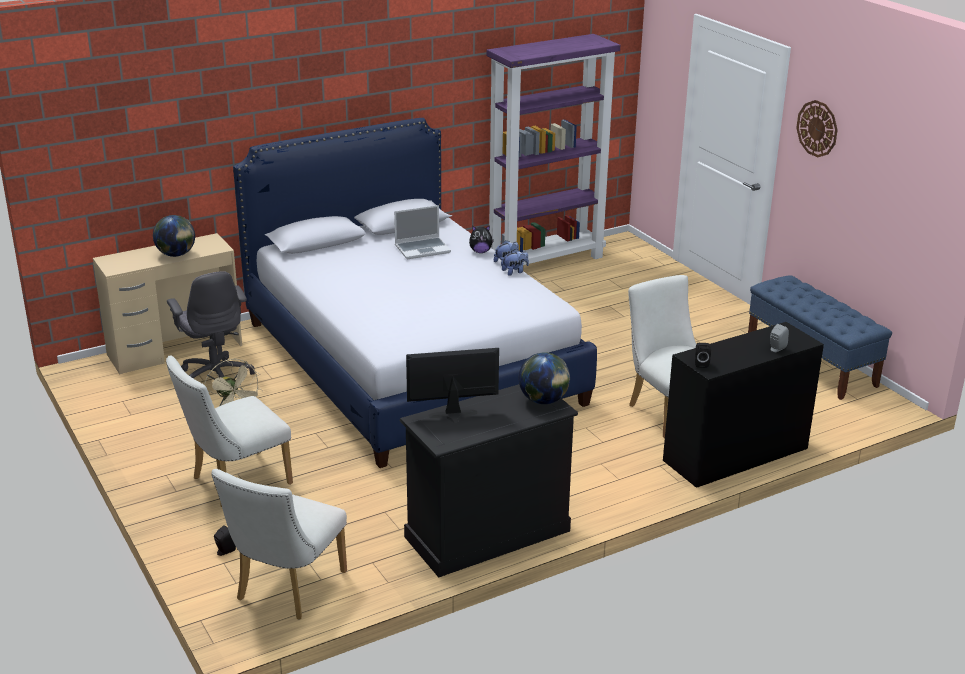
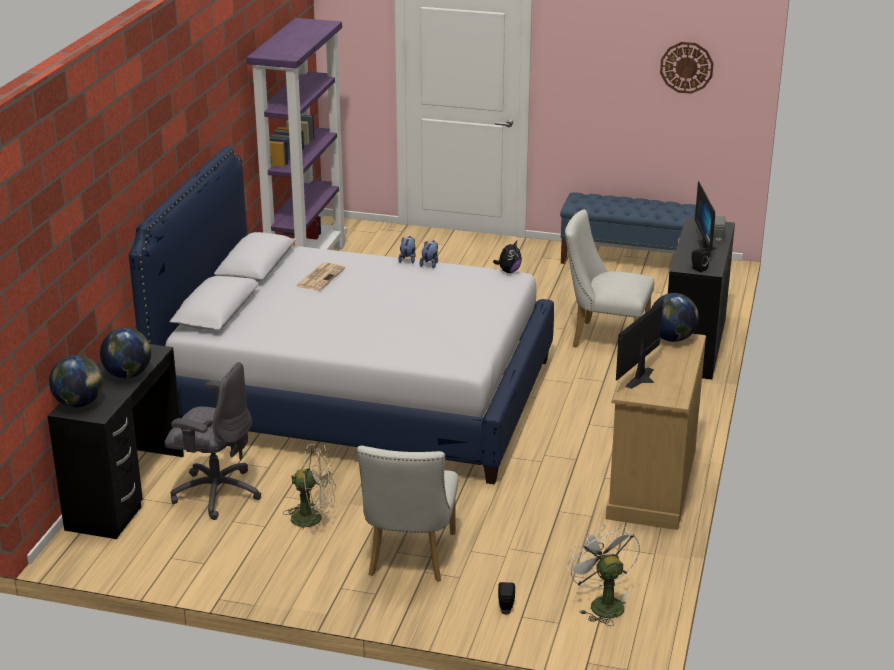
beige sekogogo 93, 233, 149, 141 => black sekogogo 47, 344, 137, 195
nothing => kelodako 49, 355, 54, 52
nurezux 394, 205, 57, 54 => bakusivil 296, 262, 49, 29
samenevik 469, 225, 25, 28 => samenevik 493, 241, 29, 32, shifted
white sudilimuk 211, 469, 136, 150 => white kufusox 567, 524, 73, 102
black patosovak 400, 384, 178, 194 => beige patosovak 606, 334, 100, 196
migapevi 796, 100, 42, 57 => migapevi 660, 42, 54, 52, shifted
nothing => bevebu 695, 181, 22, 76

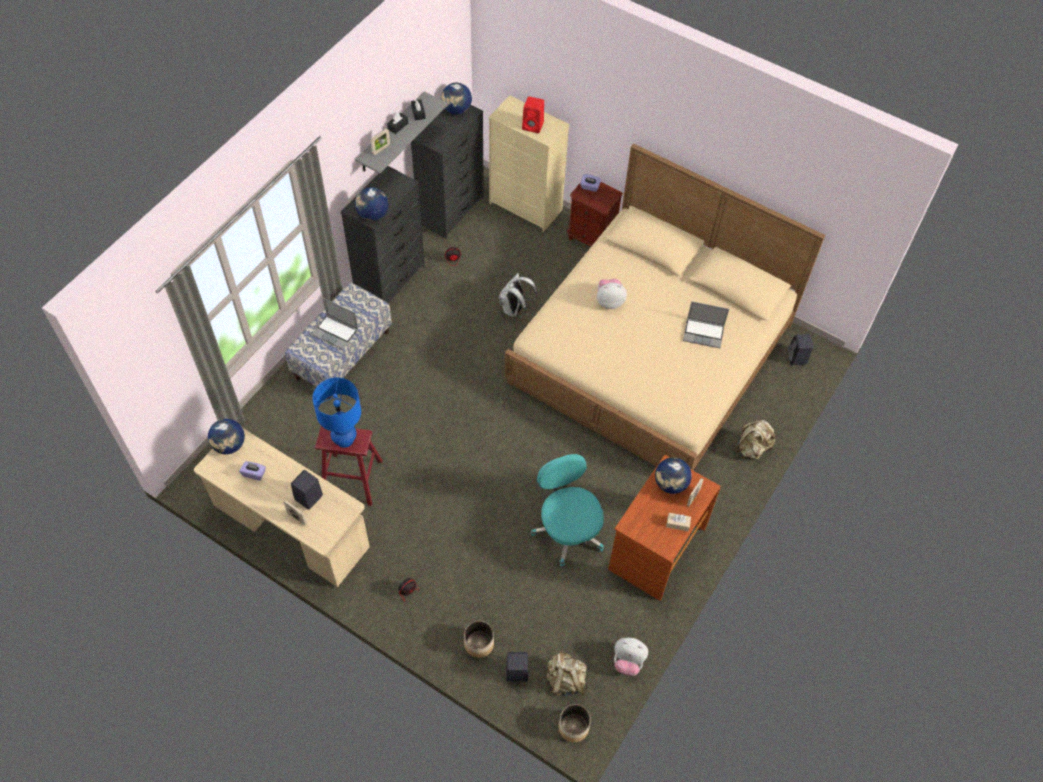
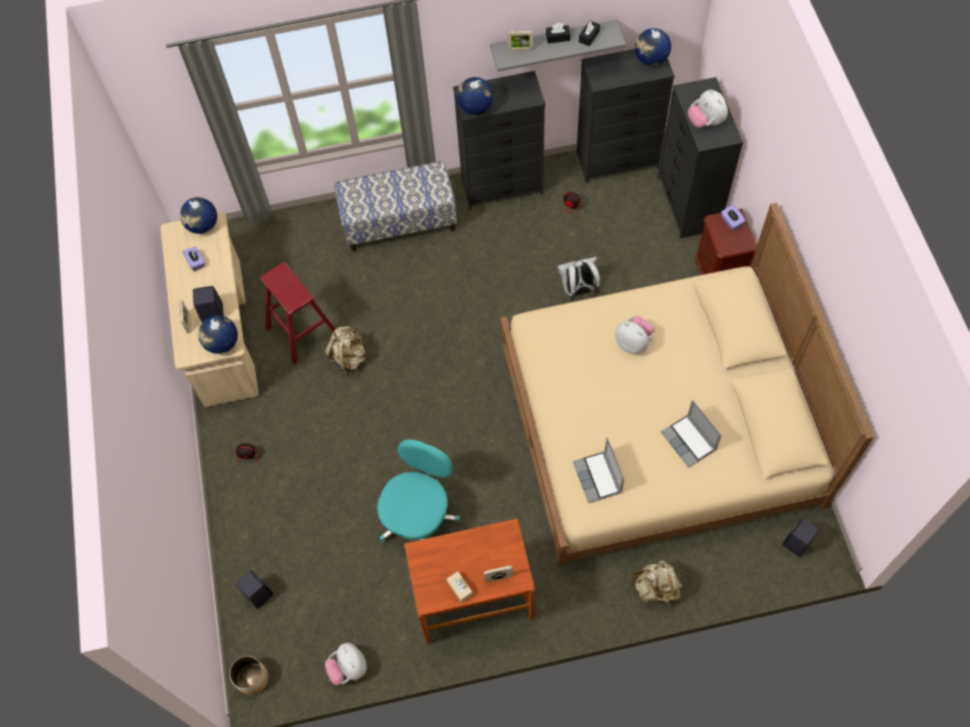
kelodako 655, 457, 37, 37 => kelodako 198, 315, 40, 39, shifted
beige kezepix 547, 651, 41, 45 => beige kezepix 325, 326, 41, 49, shifted
nurezux 312, 298, 47, 52 => nurezux 573, 438, 51, 65, shifted
beige patosovak 489, 95, 80, 137 => black patosovak 658, 77, 85, 161
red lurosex 522, 96, 22, 37 => samenevik 688, 89, 40, 39
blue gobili 312, 377, 49, 71 => nothing
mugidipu 464, 621, 30, 37 => nothing

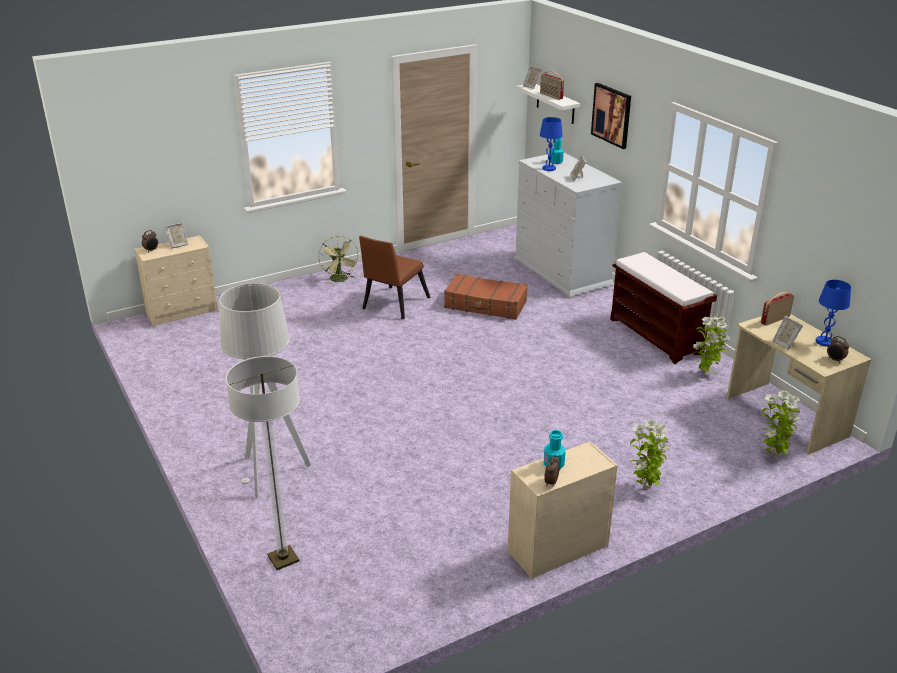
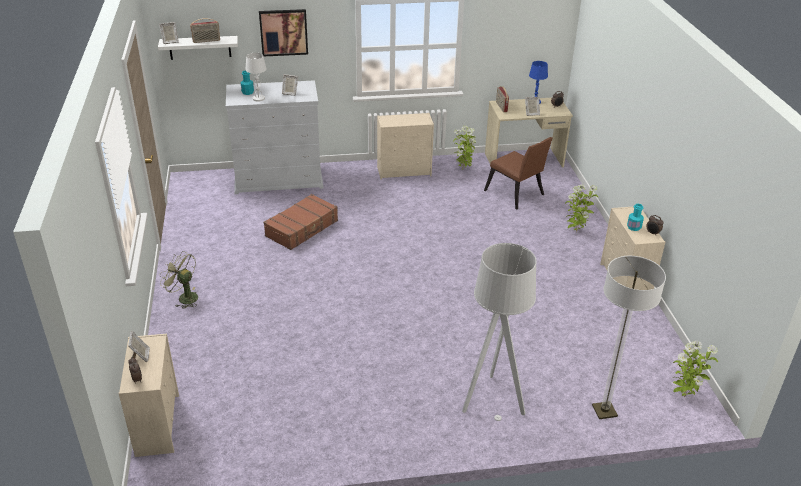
green kufusox 318, 236, 40, 47 => green kufusox 159, 251, 39, 58, 150 degrees counterclockwise
blue gobili 540, 117, 23, 54 => white gobili 246, 53, 21, 48
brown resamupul 610, 252, 107, 112 => beige patosovak 377, 113, 57, 66
brown sudilimuk 359, 236, 71, 83 => brown sudilimuk 484, 137, 69, 72, shifted
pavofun 760, 390, 40, 68 => pavofun 673, 341, 45, 56, shifted

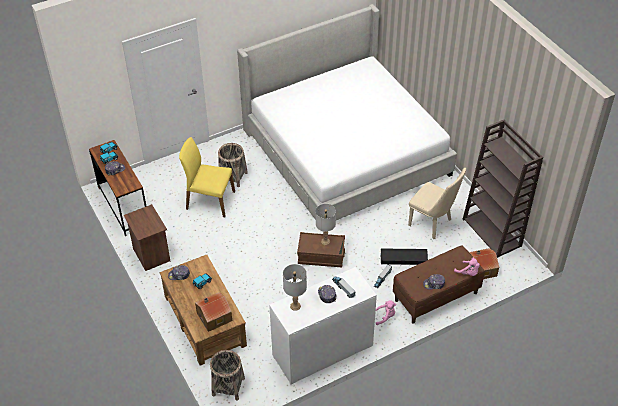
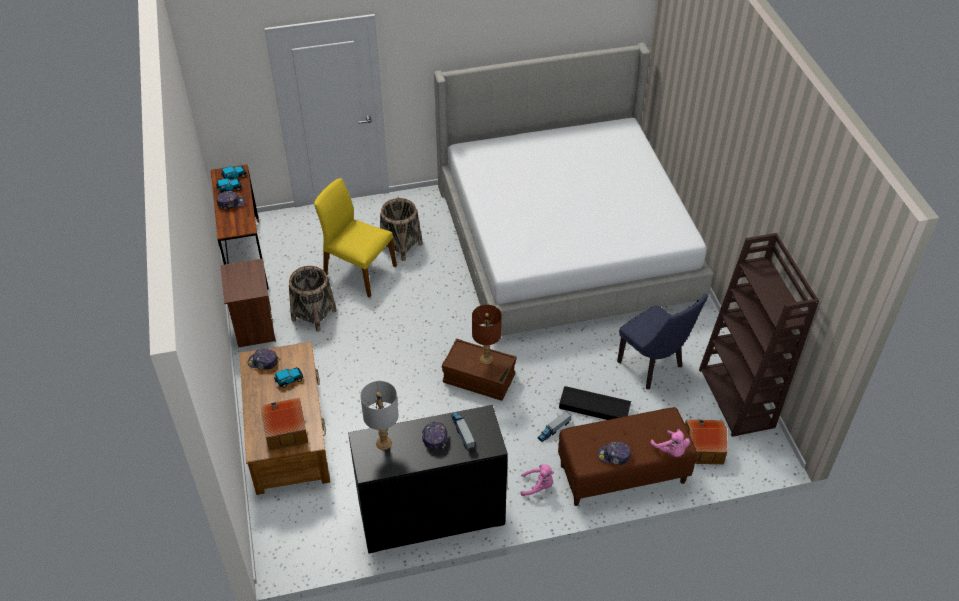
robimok 210, 350, 35, 51 => robimok 289, 266, 48, 66, shifted
white patosovak 269, 267, 108, 118 => black patosovak 348, 405, 160, 148
grey gobili 316, 204, 20, 41 => brown gobili 472, 305, 30, 60
beige sudilimuk 408, 168, 58, 71 => blue sudilimuk 617, 294, 91, 95

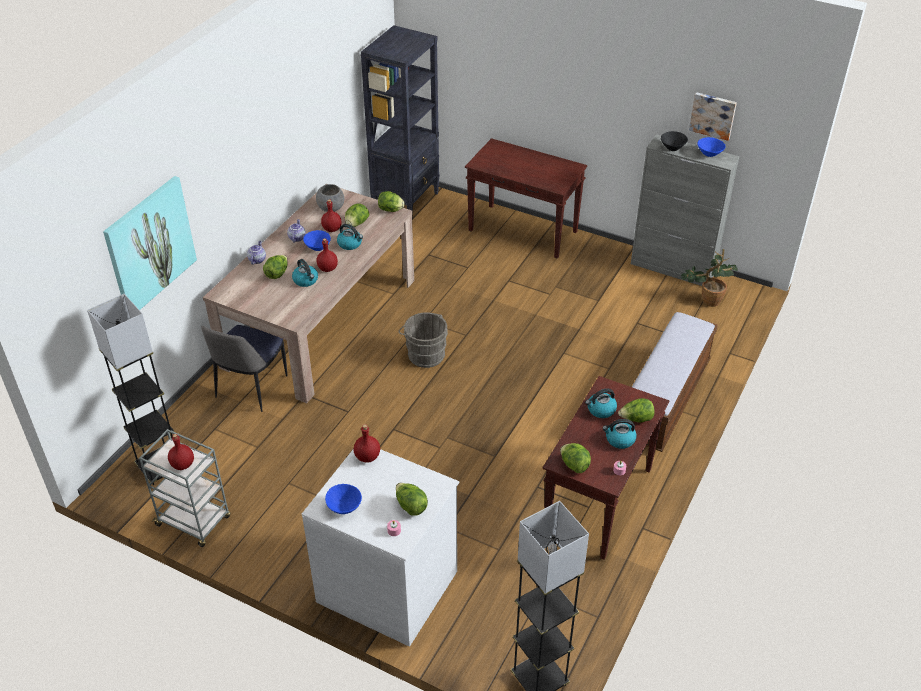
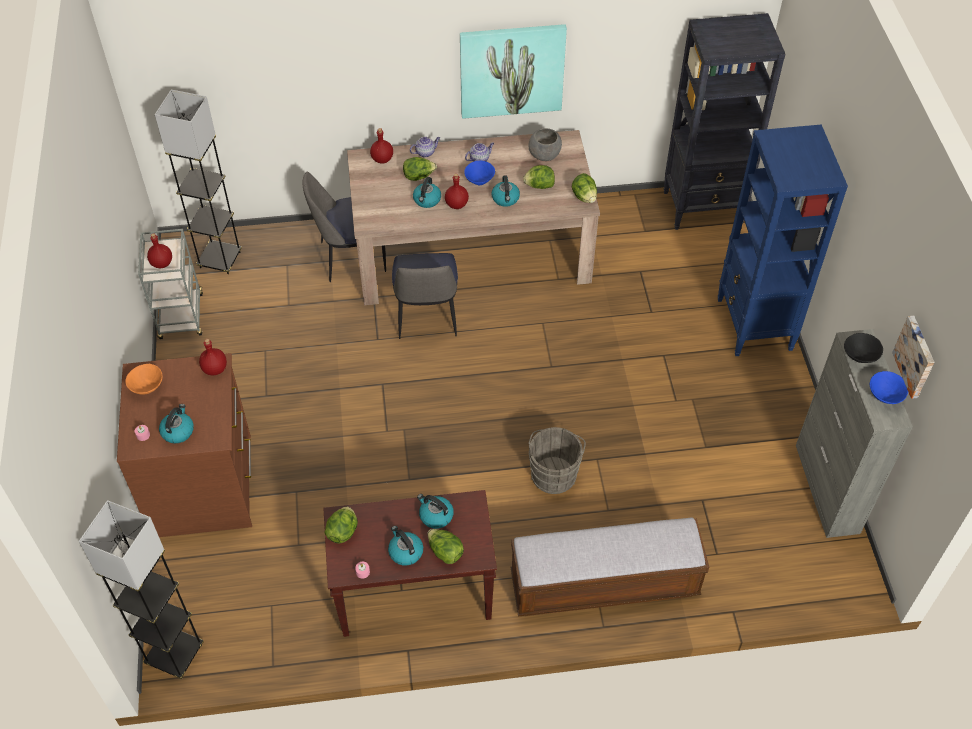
white patosovak 302, 449, 158, 198 => brown patosovak 117, 353, 135, 184
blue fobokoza 325, 484, 37, 30 => orange fobokoza 126, 364, 37, 31
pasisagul 396, 483, 32, 33 => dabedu 159, 404, 35, 39
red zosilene 321, 199, 21, 33 => red zosilene 370, 128, 23, 36, shifted
nothing => sudilimuk 392, 253, 66, 86
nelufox 103, 176, 94, 134 => nelufox 460, 24, 107, 95, shifted
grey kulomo 398, 312, 50, 56 => grey kulomo 529, 427, 57, 67, shifted
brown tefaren 465, 138, 122, 120 => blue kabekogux 718, 125, 130, 231
pavofun 681, 249, 57, 58 => nothing

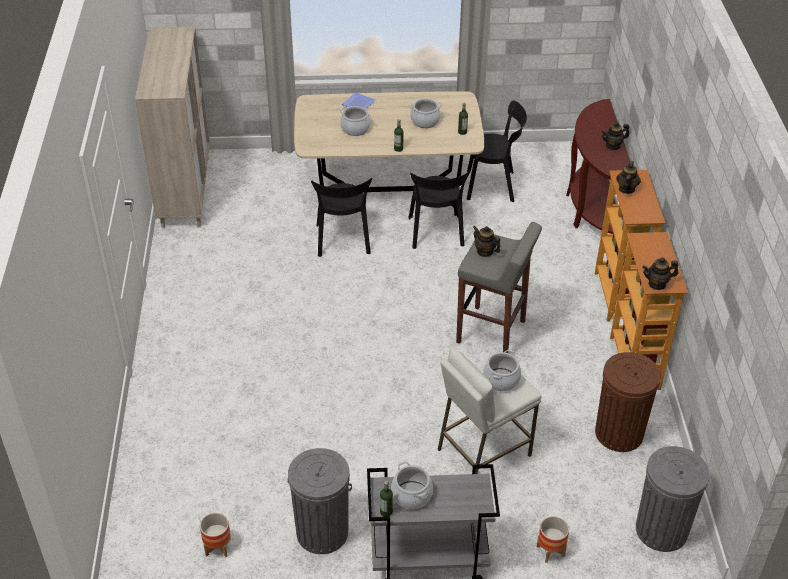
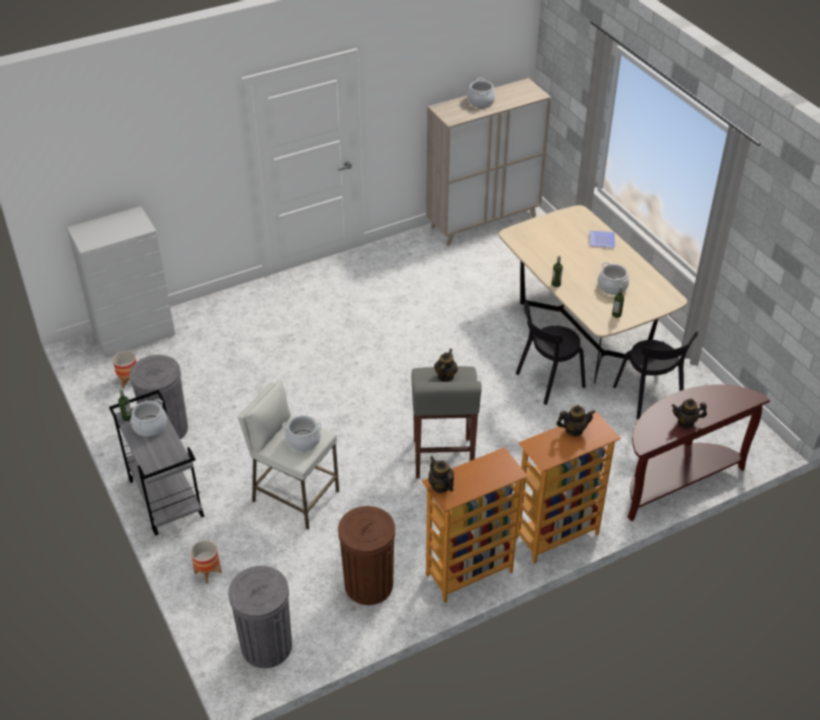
nothing => white patosovak 67, 206, 108, 152
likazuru 340, 106, 31, 30 => likazuru 467, 78, 28, 30, shifted
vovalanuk 601, 122, 28, 28 => vovalanuk 671, 398, 36, 31, 45 degrees counterclockwise
black sudilimuk 311, 178, 61, 79 => nothing

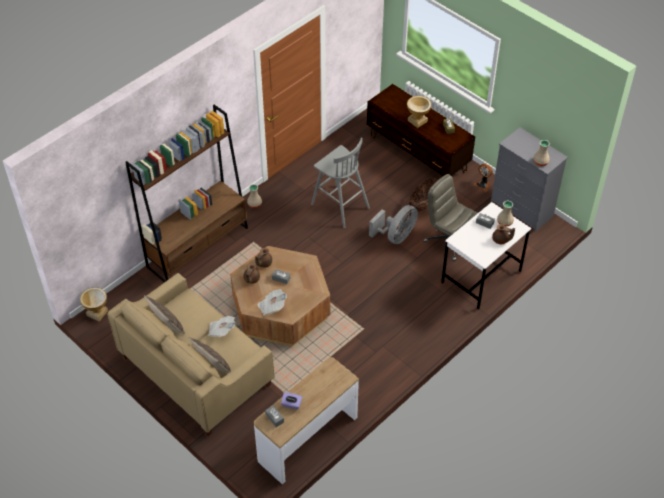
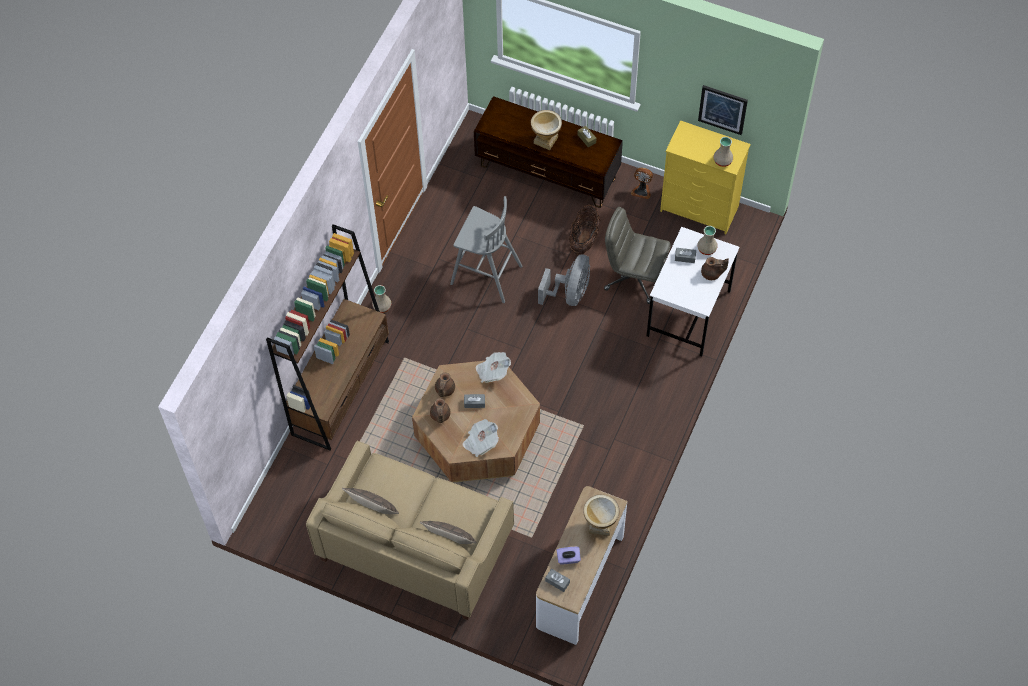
bakusivil 208, 316, 27, 21 => bakusivil 476, 352, 35, 31, shifted
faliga 80, 287, 28, 35 => faliga 583, 495, 37, 41, shifted
grey patosovak 491, 127, 77, 105 => yellow patosovak 660, 120, 91, 114
nothing => nelufox 698, 85, 50, 50

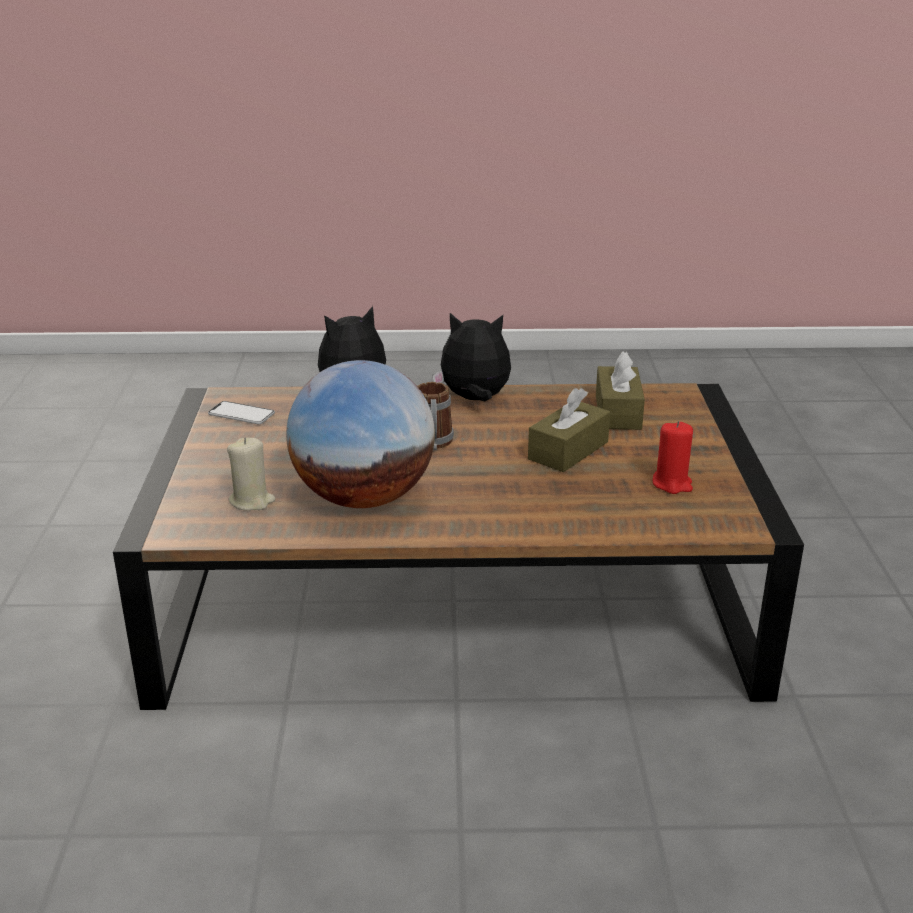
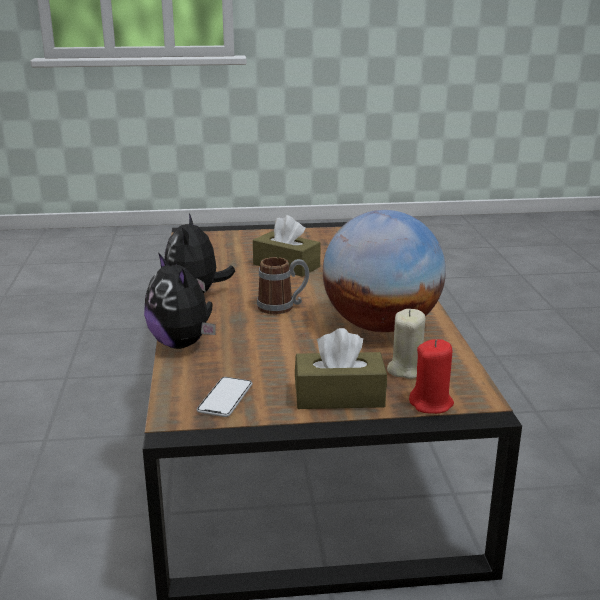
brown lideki 596, 352, 49, 78 => brown lideki 295, 328, 92, 81, shifted
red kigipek 653, 421, 40, 73 => red kigipek 409, 339, 45, 75, shifted

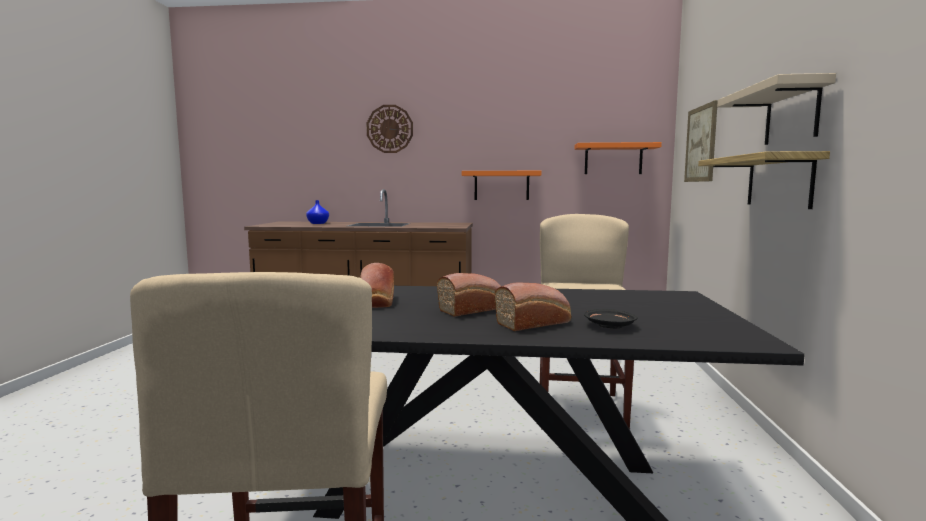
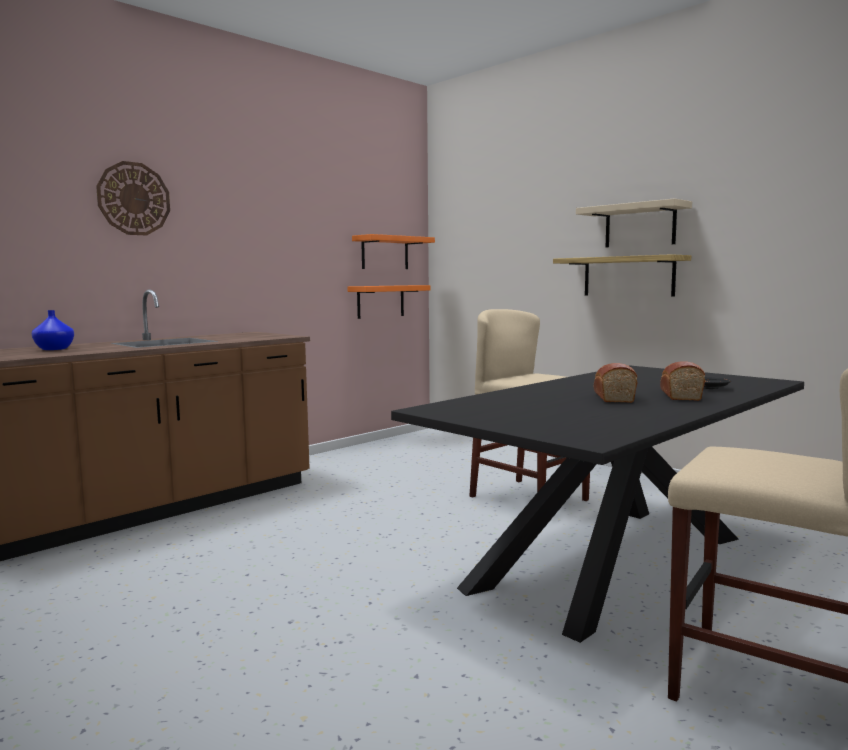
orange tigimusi 462, 171, 79, 29 => orange tigimusi 347, 285, 83, 34, shifted
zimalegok 360, 263, 34, 45 => nothing
nelufox 684, 100, 34, 82 => nothing

